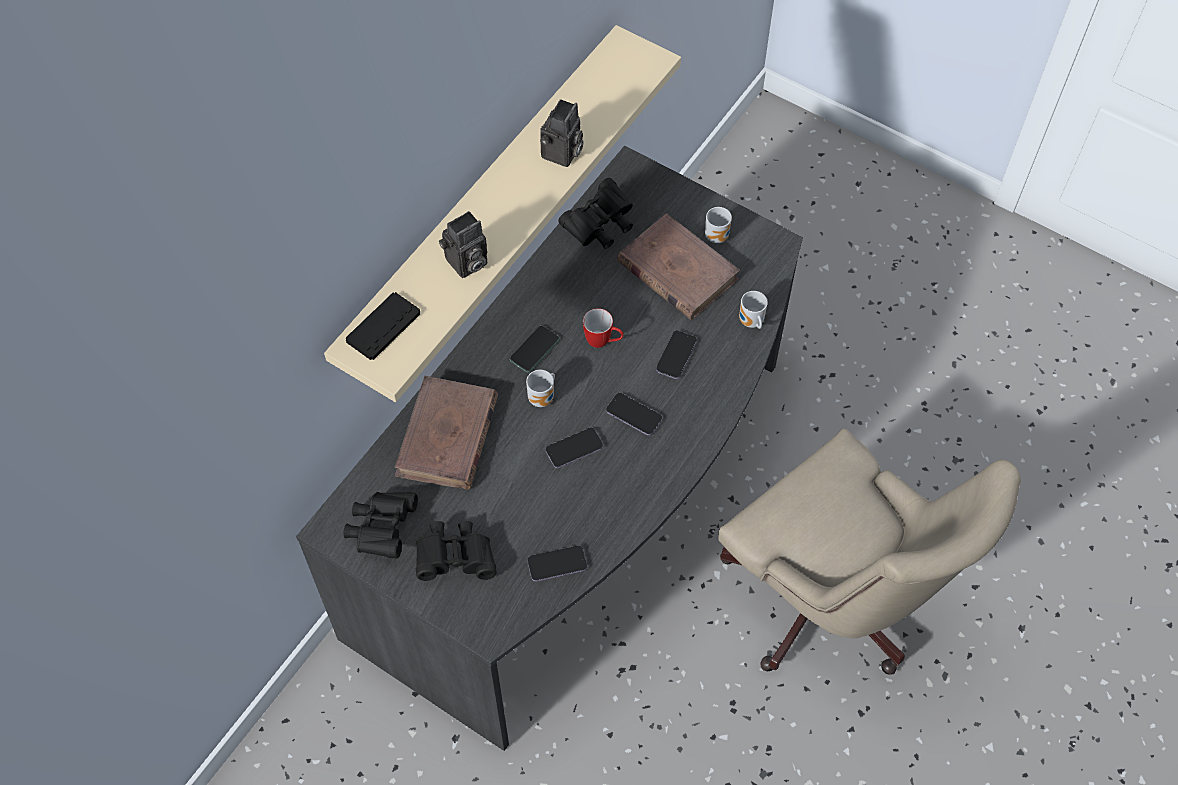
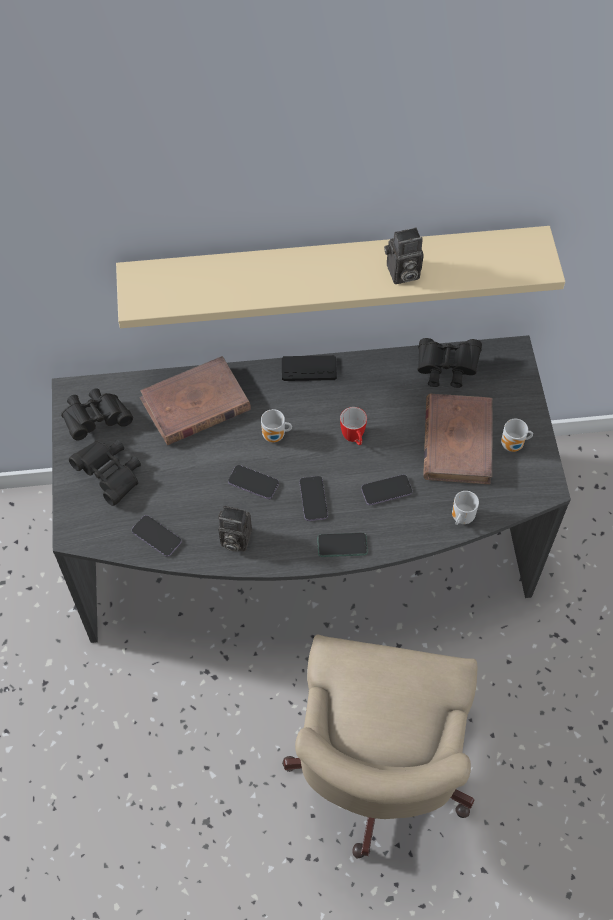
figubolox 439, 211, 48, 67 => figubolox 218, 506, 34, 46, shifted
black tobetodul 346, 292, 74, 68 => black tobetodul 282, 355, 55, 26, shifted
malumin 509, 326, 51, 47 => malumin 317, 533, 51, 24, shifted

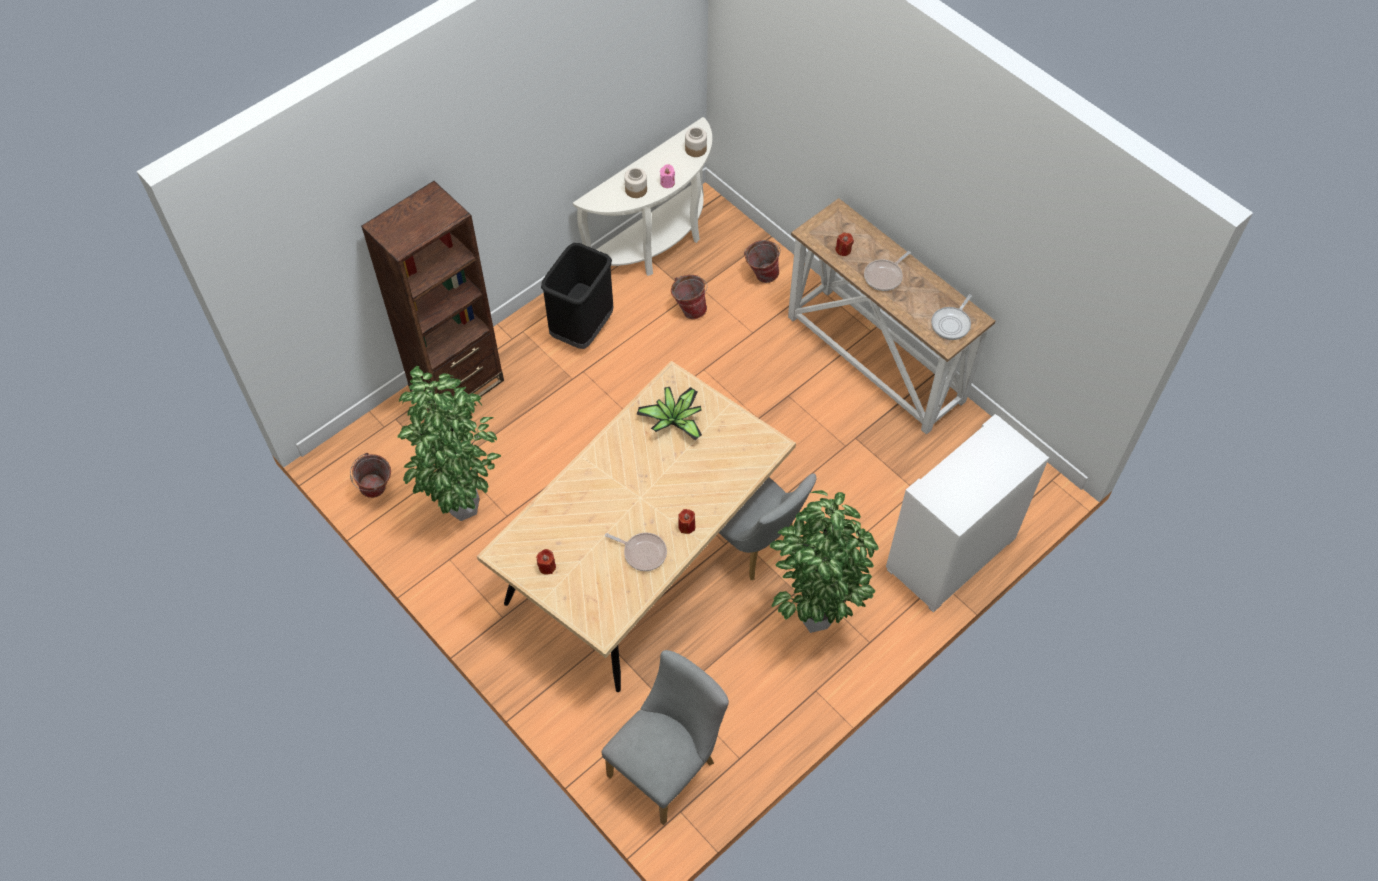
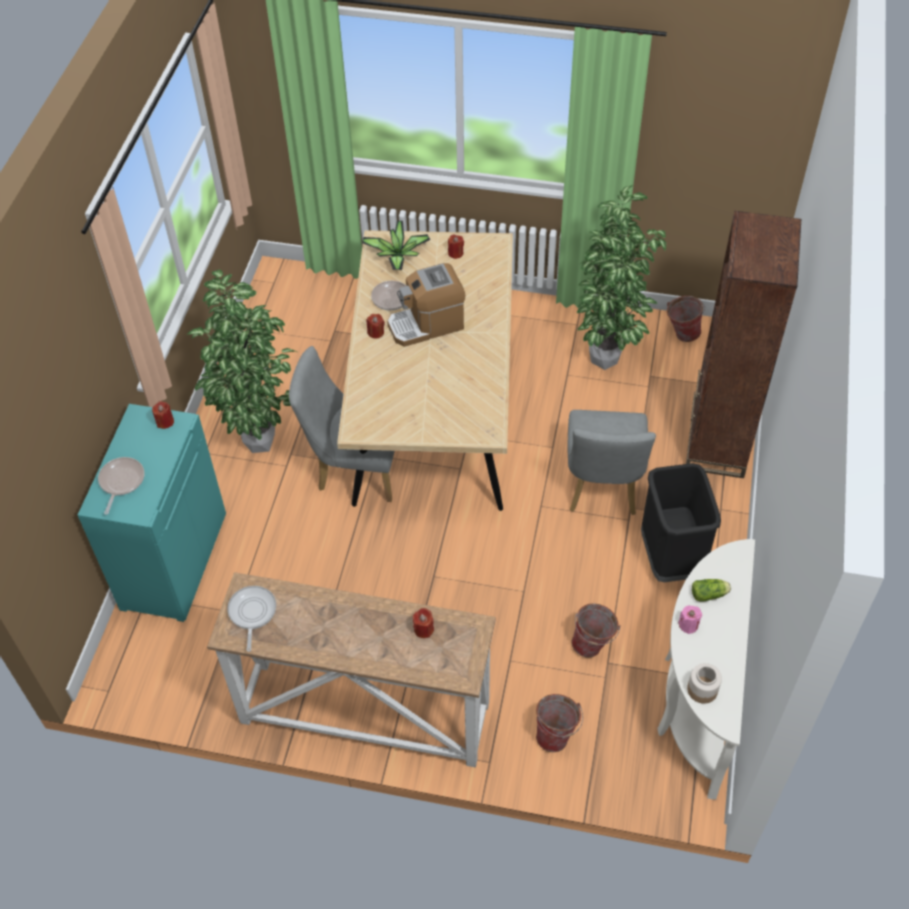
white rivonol 886, 414, 163, 199 => turquoise rivonol 78, 404, 148, 218
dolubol 864, 251, 47, 40 => dolubol 98, 457, 46, 58, shifted
nothing => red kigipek 152, 401, 22, 28
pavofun 636, 387, 66, 54 => pavofun 362, 221, 68, 49, shifted
nothing => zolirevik 388, 263, 77, 84
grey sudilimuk 601, 650, 128, 175 => grey sudilimuk 568, 410, 88, 105, shifted
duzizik 624, 168, 23, 30 => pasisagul 692, 579, 39, 23

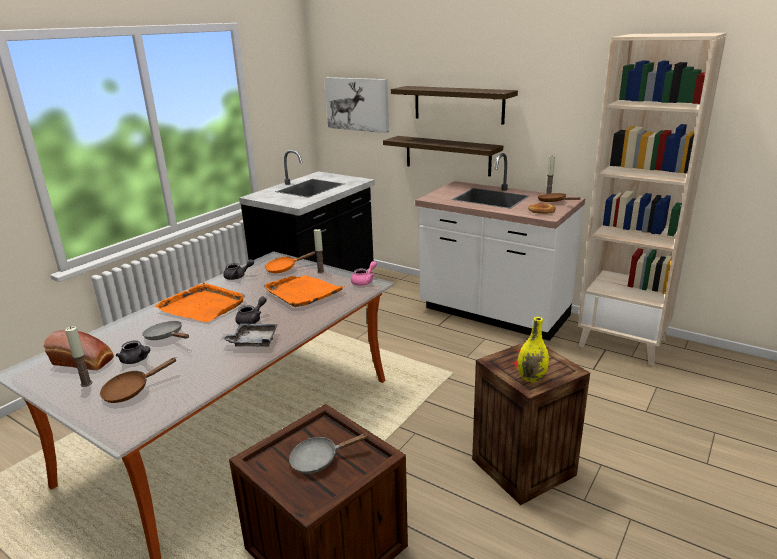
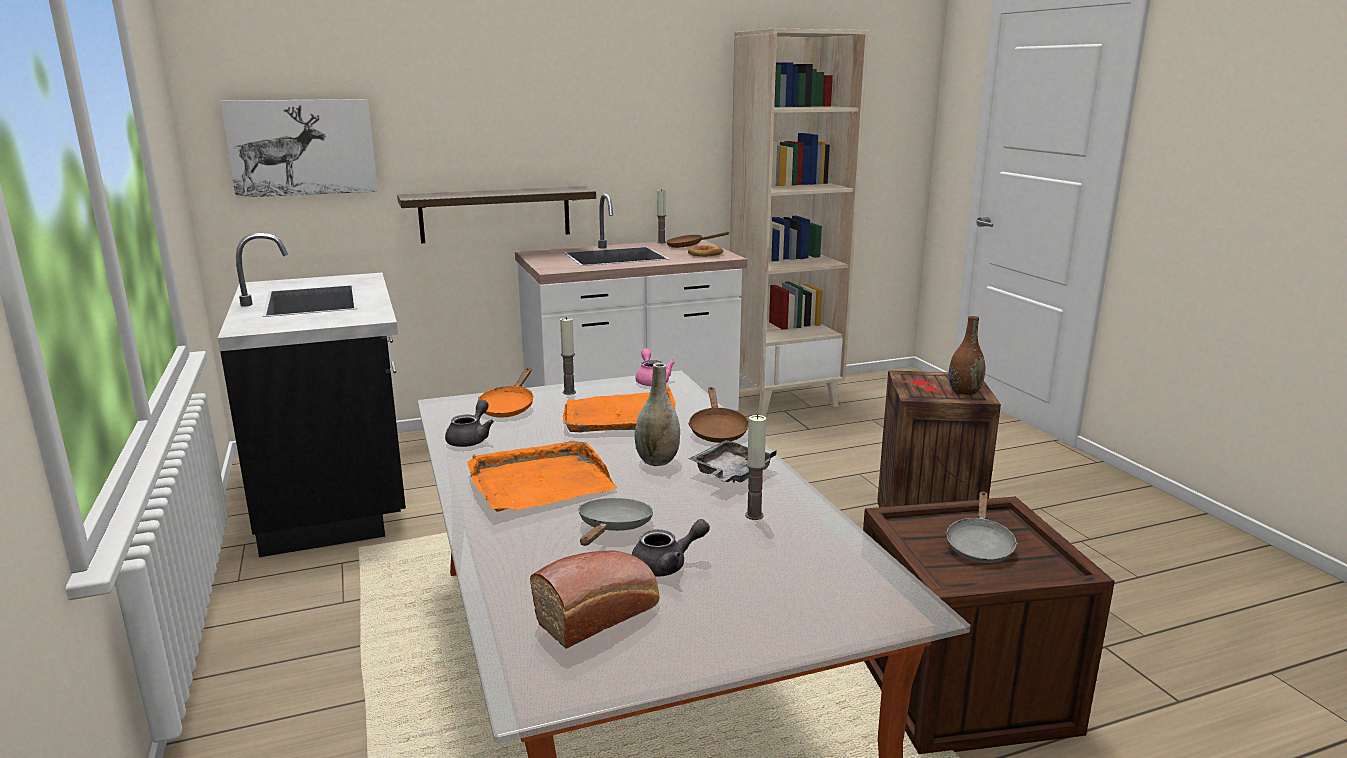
grey dolubol 142, 321, 47, 19 => grey dolubol 578, 498, 75, 48, 120 degrees clockwise
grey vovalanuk 235, 297, 32, 28 => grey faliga 635, 363, 45, 103
brown dolubol 100, 358, 77, 45 => brown dolubol 688, 387, 61, 56, shifted
kigipek 65, 326, 27, 61 => kigipek 745, 415, 21, 105, shifted
yellow faliga 518, 317, 31, 65 => brown faliga 948, 316, 37, 79
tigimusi 391, 86, 127, 39 => nothing

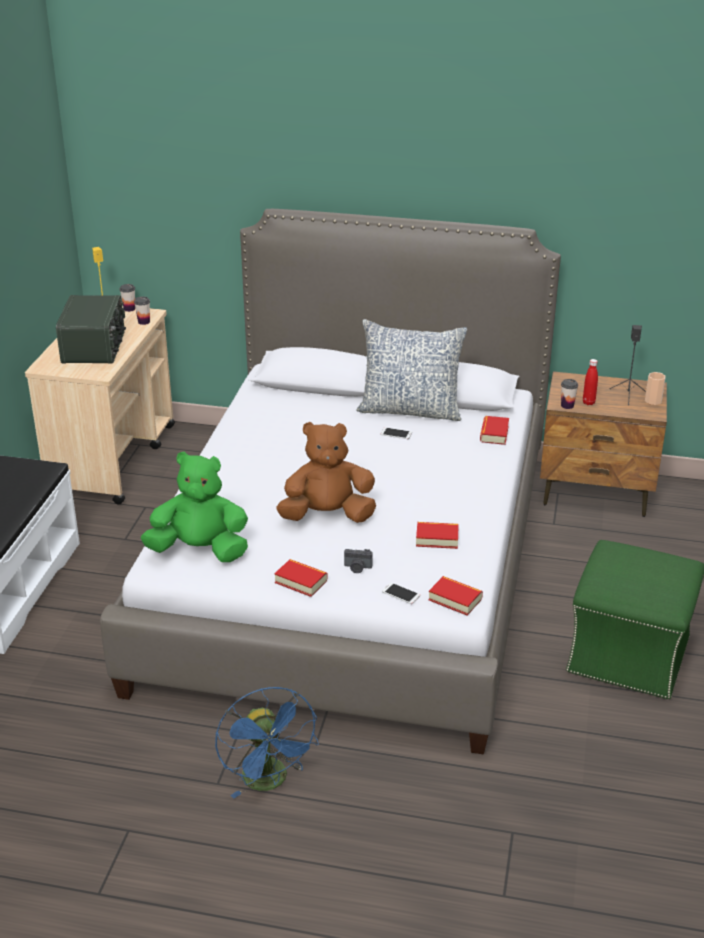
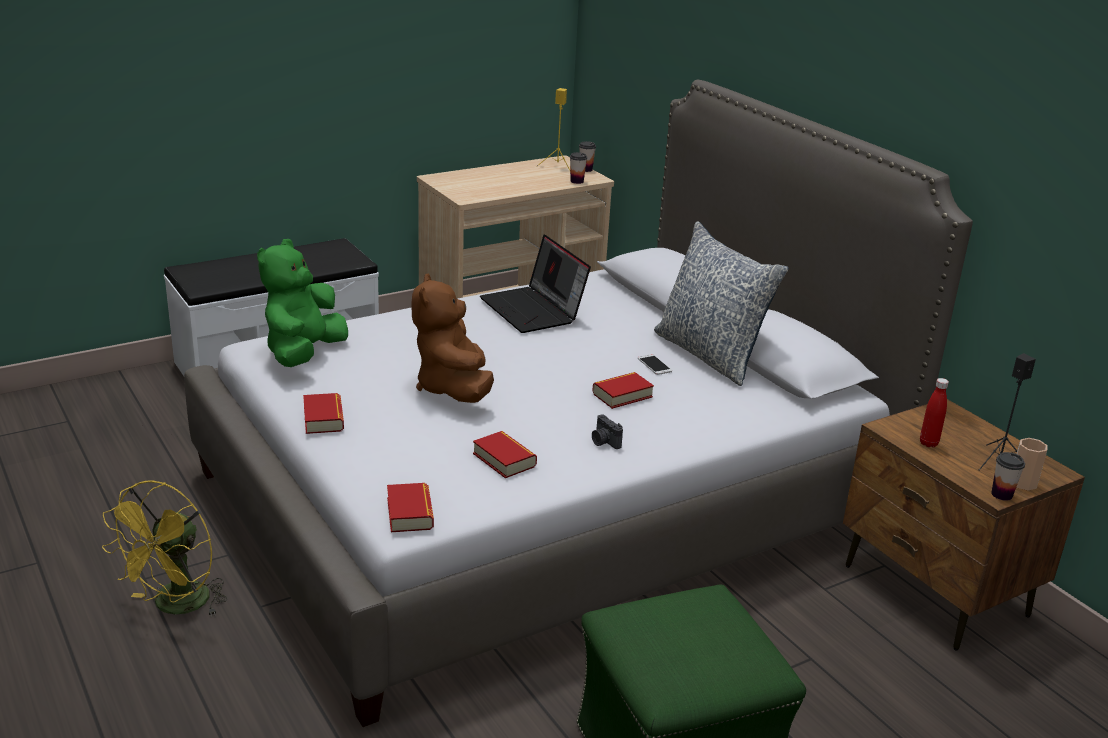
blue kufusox 215, 687, 104, 111 => yellow kufusox 102, 480, 125, 137
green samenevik 141, 452, 107, 110 => green samenevik 257, 239, 91, 128, 120 degrees counterclockwise
brown samenevik 276, 422, 100, 101 => brown samenevik 411, 273, 83, 130, 135 degrees counterclockwise
nothing => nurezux 480, 234, 111, 99
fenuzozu 480, 416, 29, 29 => fenuzozu 592, 372, 62, 37, shifted
figubolox 344, 549, 29, 24 => figubolox 592, 414, 31, 35, shifted
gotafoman 561, 379, 17, 30 => gotafoman 991, 452, 34, 49, shifted
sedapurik 56, 295, 70, 68 => nothing
malumin 382, 583, 38, 21 => nothing

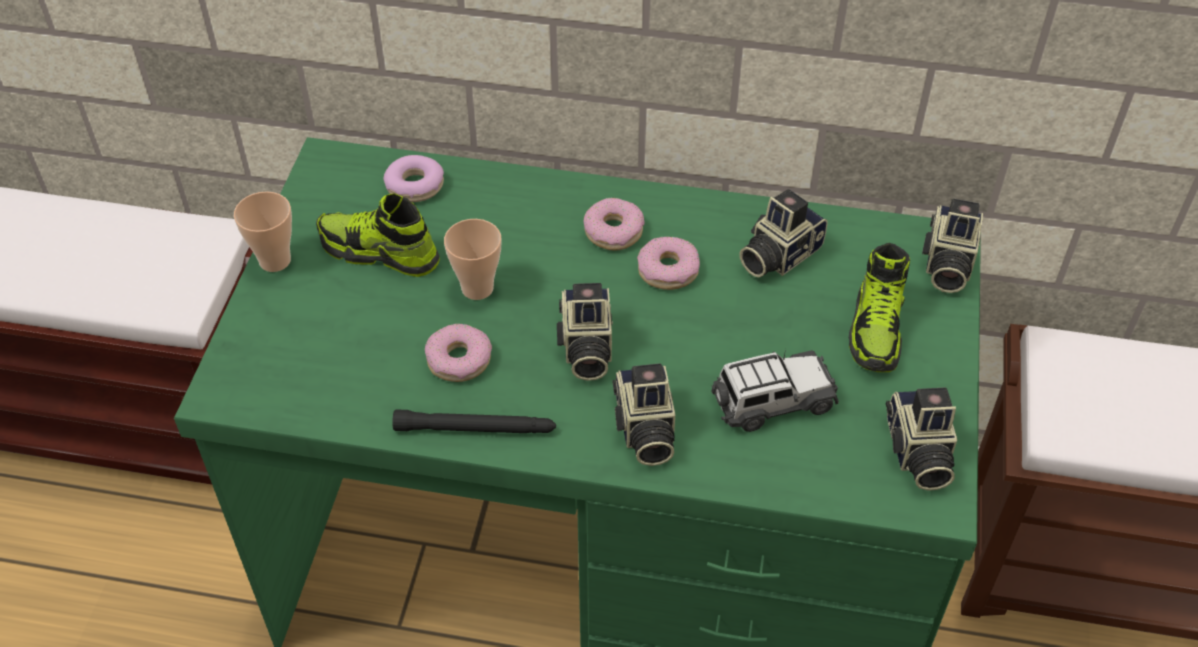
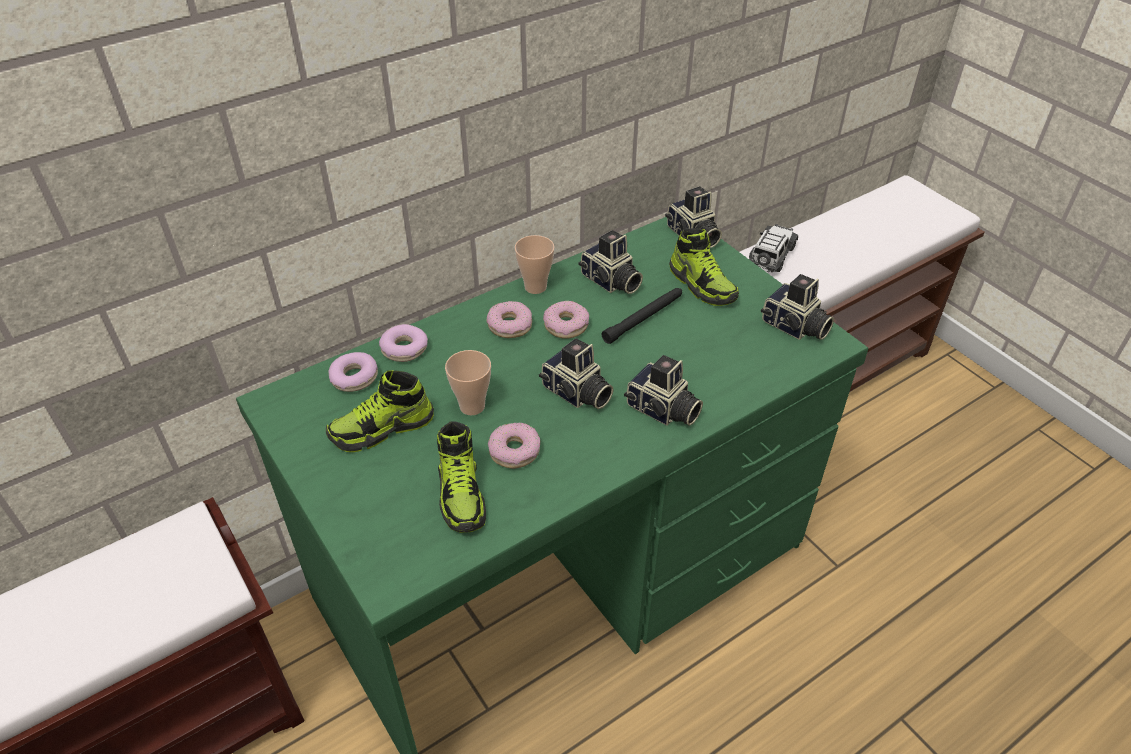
nothing => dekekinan 379, 324, 49, 38
nothing => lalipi 437, 421, 49, 112
gotafoman 234, 191, 58, 81 => gotafoman 515, 235, 40, 59, shifted
figubolox 739, 189, 89, 88 => figubolox 578, 230, 65, 64, 45 degrees counterclockwise
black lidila 392, 409, 164, 24 => black lidila 602, 288, 80, 56, shifted
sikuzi 711, 349, 128, 83 => sikuzi 749, 224, 49, 48, shifted

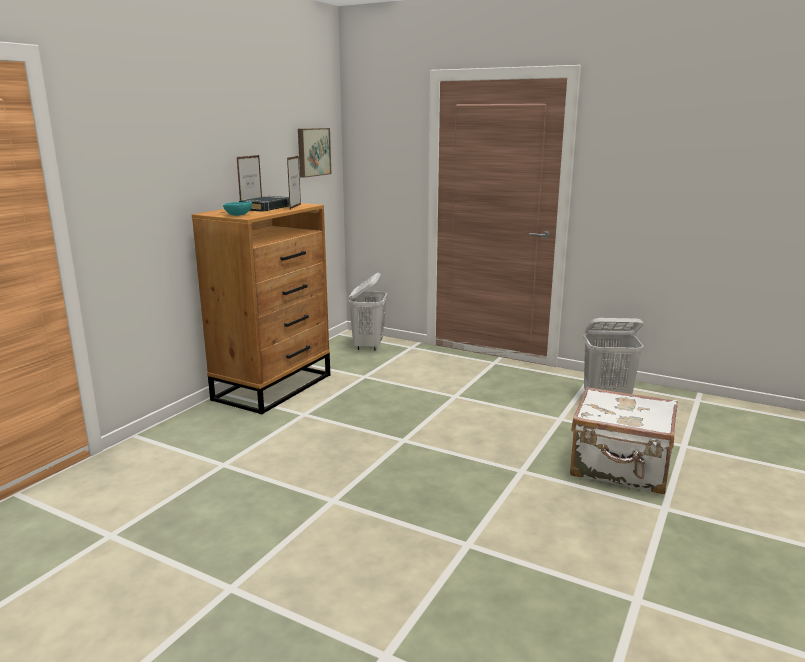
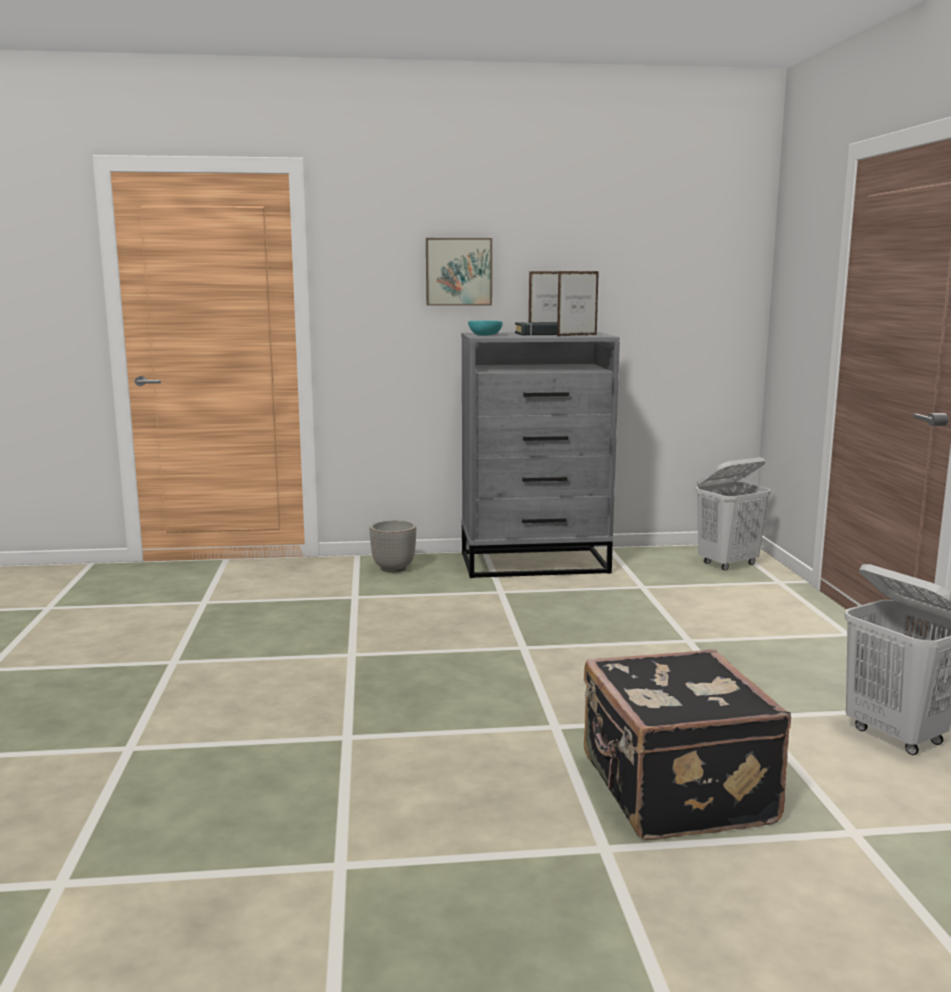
nothing => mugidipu 369, 520, 47, 53
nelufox 298, 128, 33, 50 => nelufox 426, 238, 66, 68, shifted
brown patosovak 192, 203, 138, 211 => grey patosovak 461, 332, 159, 246
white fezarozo 570, 387, 108, 107 => black fezarozo 584, 649, 207, 191

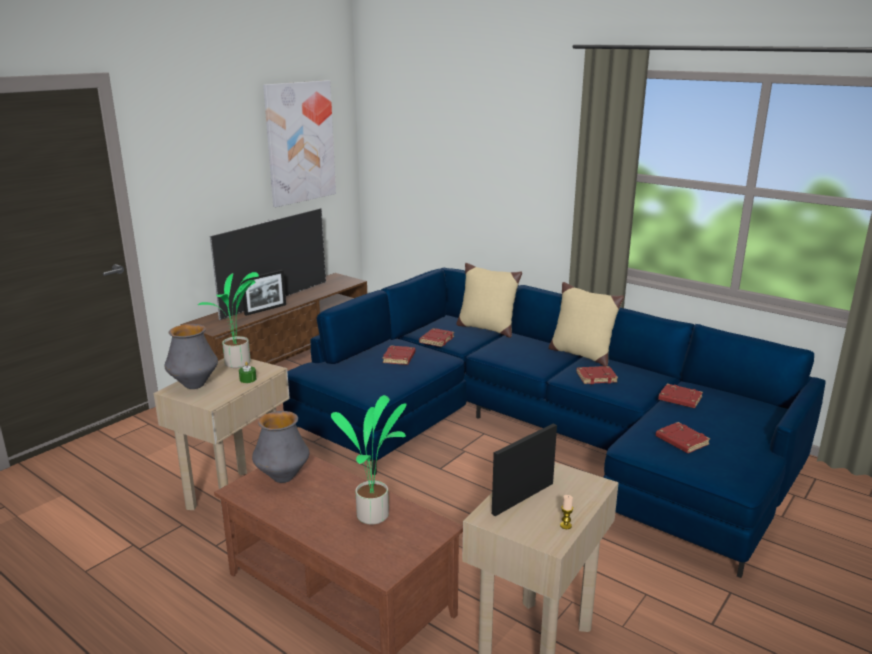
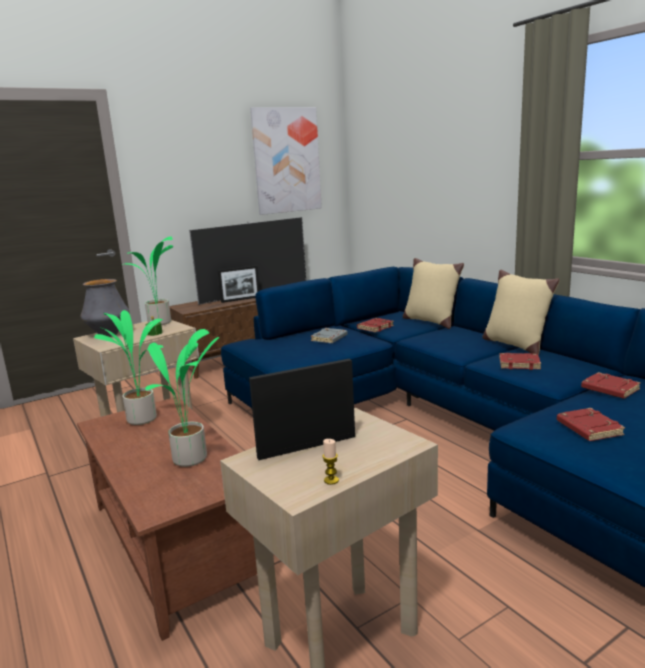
faliga 252, 411, 57, 72 => pavofun 94, 310, 69, 115
red fenuzozu 382, 345, 34, 20 => grey fenuzozu 311, 328, 37, 15

